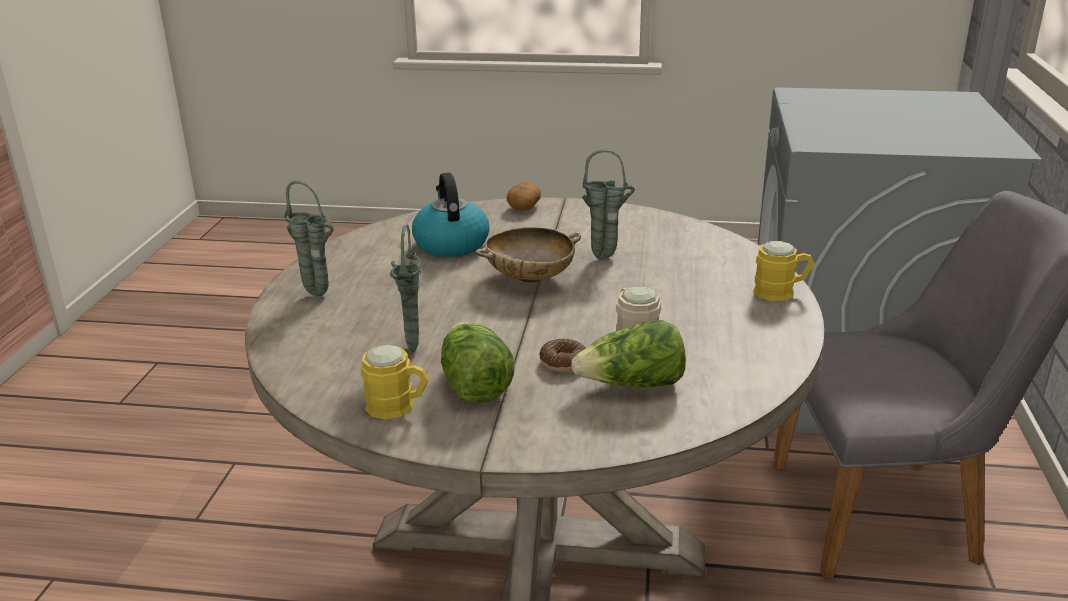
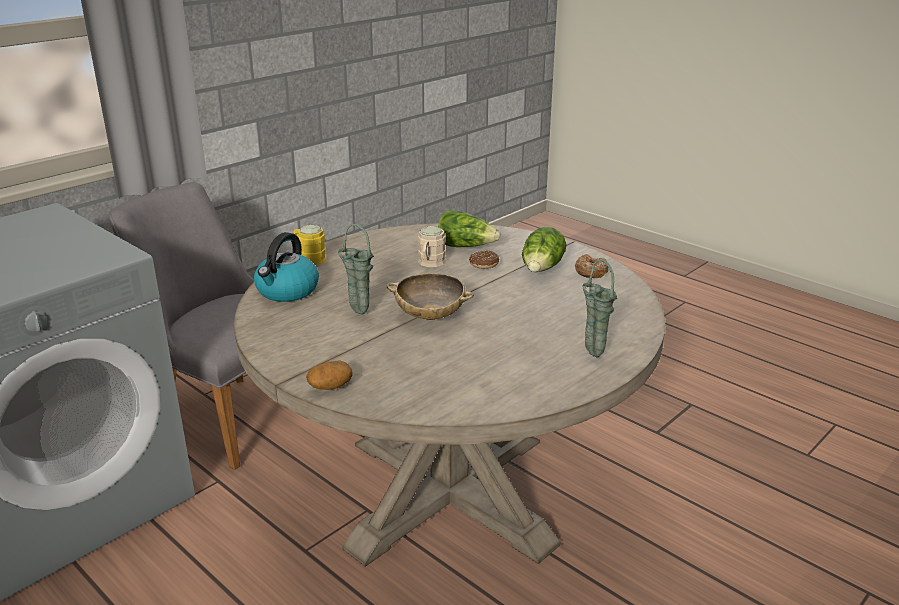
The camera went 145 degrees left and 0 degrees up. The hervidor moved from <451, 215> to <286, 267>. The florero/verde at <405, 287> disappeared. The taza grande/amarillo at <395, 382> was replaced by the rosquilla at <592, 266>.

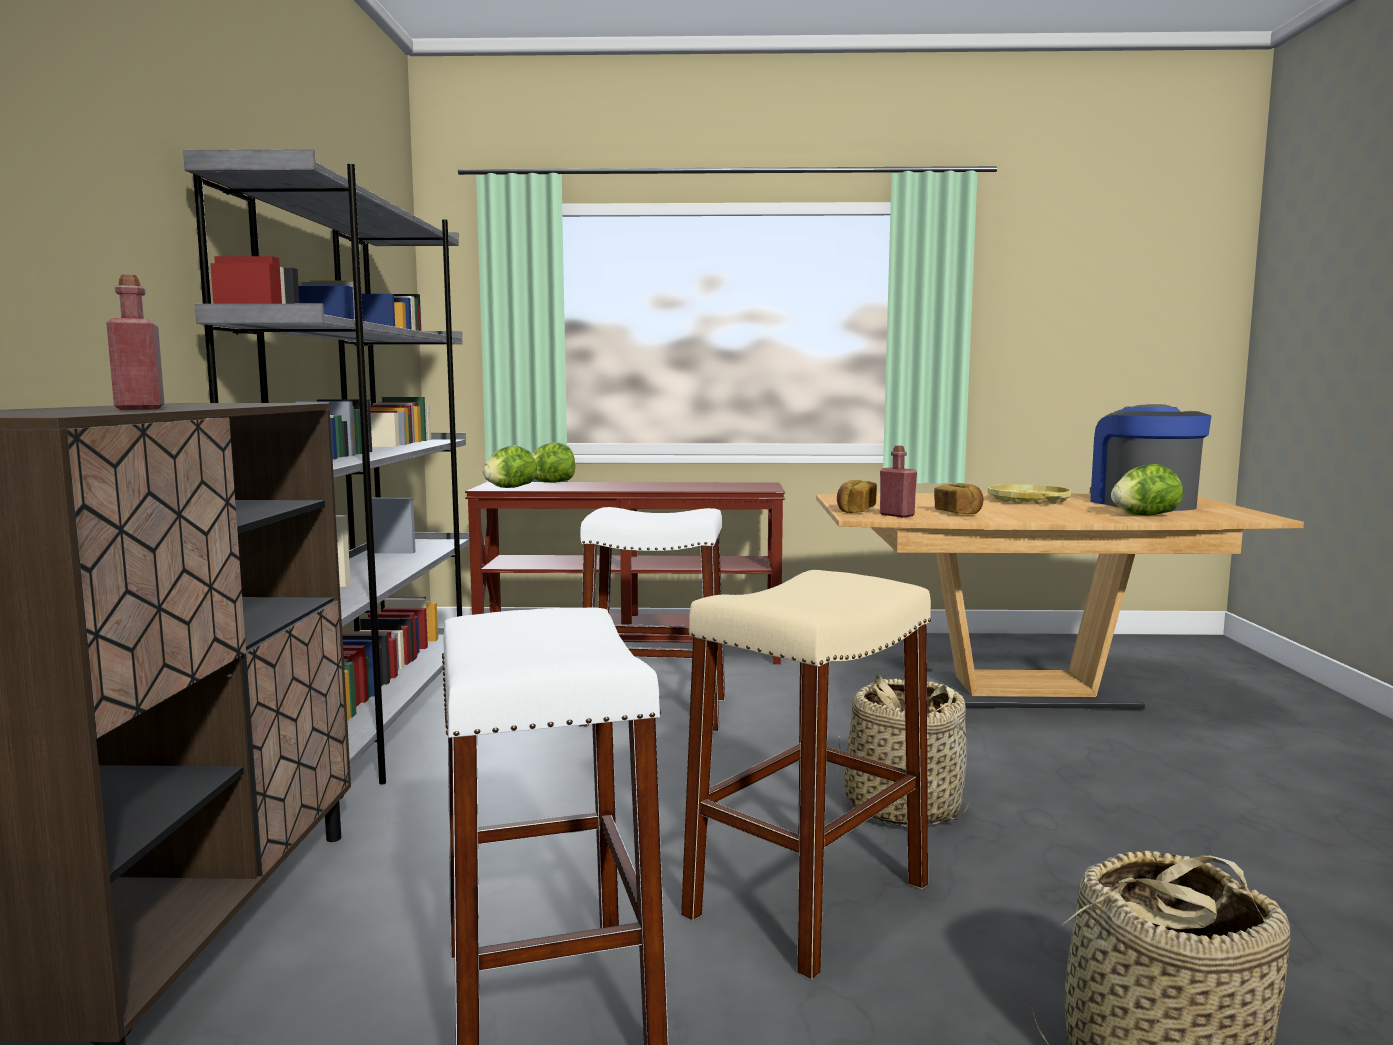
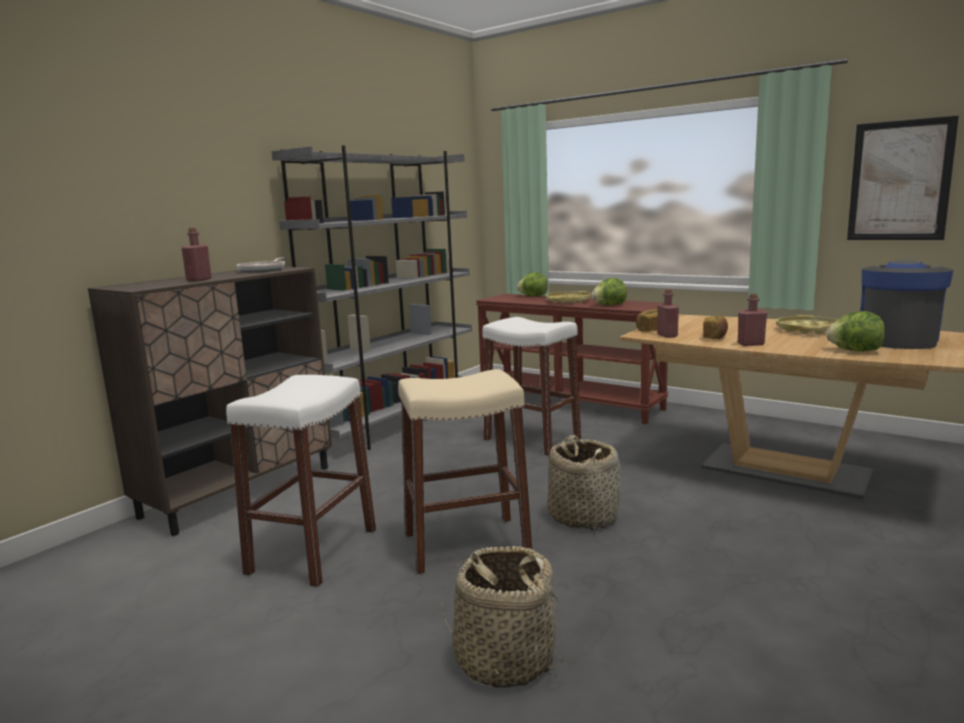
The camera went 35 degrees right and 5 degrees up. The lechuga moved from <510, 466> to <609, 291>. The cuadro at <903, 177> appeared. The sartén at <260, 265> appeared. The bandeja/amarillo at <568, 297> appeared. The botella/rojo at <752, 319> appeared.

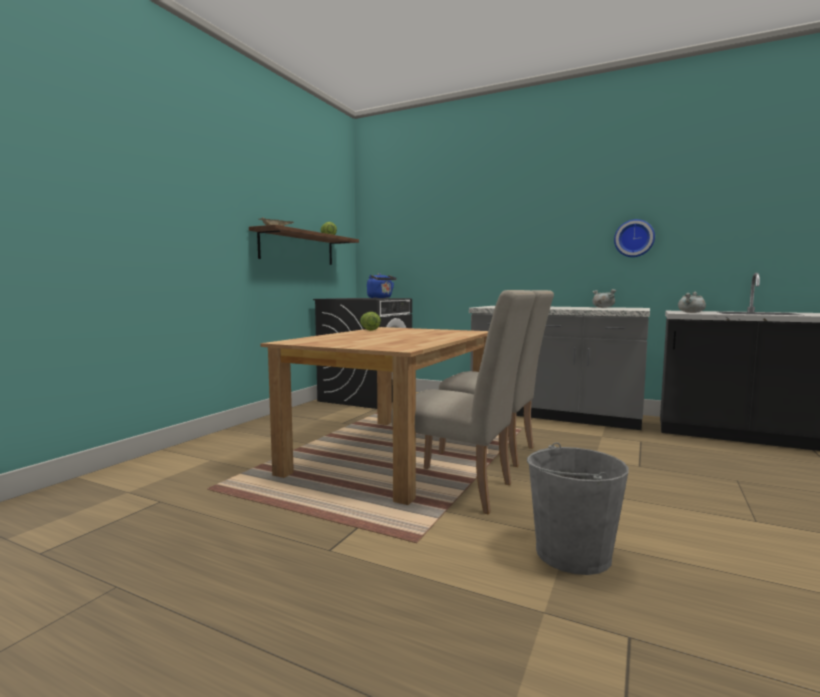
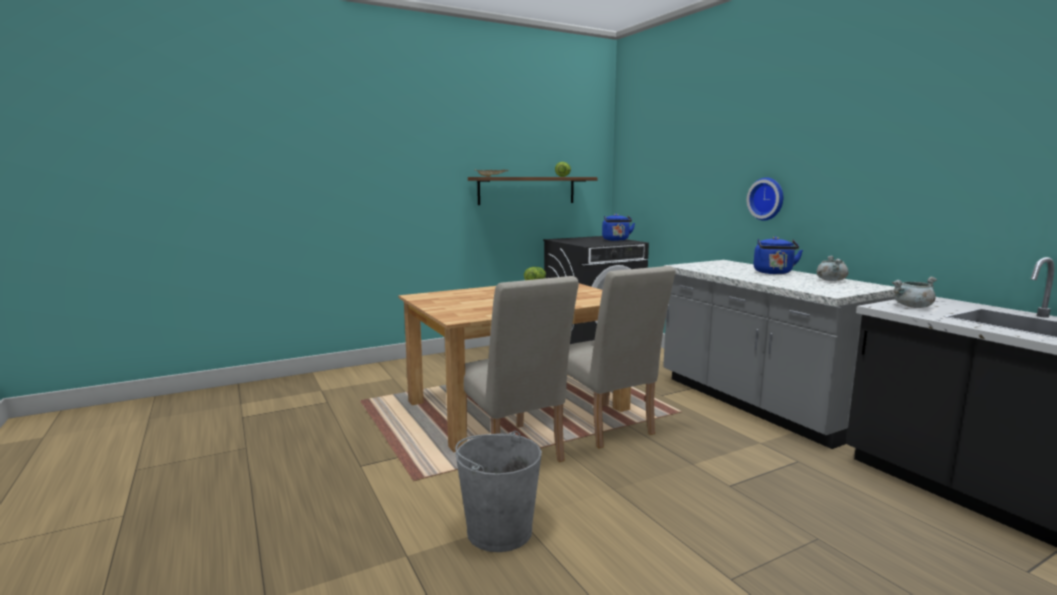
The camera went 35 degrees right and 5 degrees up. The reloj de pared moved from <634, 238> to <765, 199>. The hervidor/azul at <778, 255> appeared.

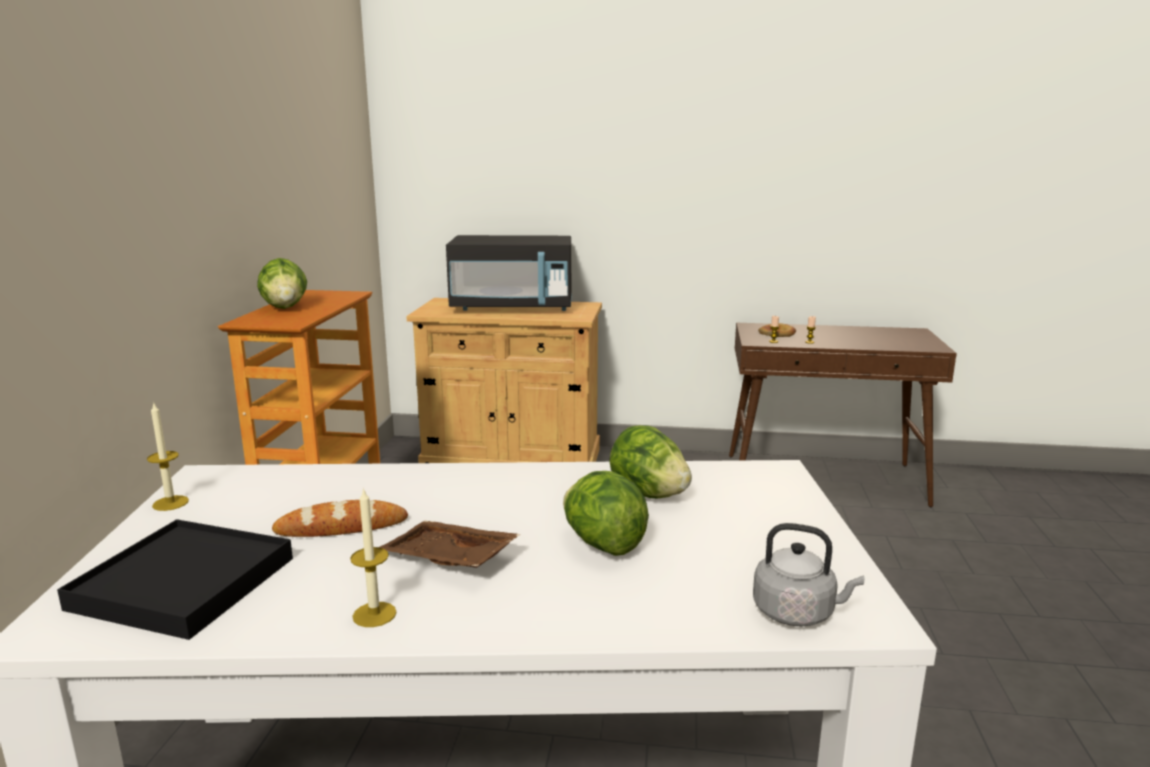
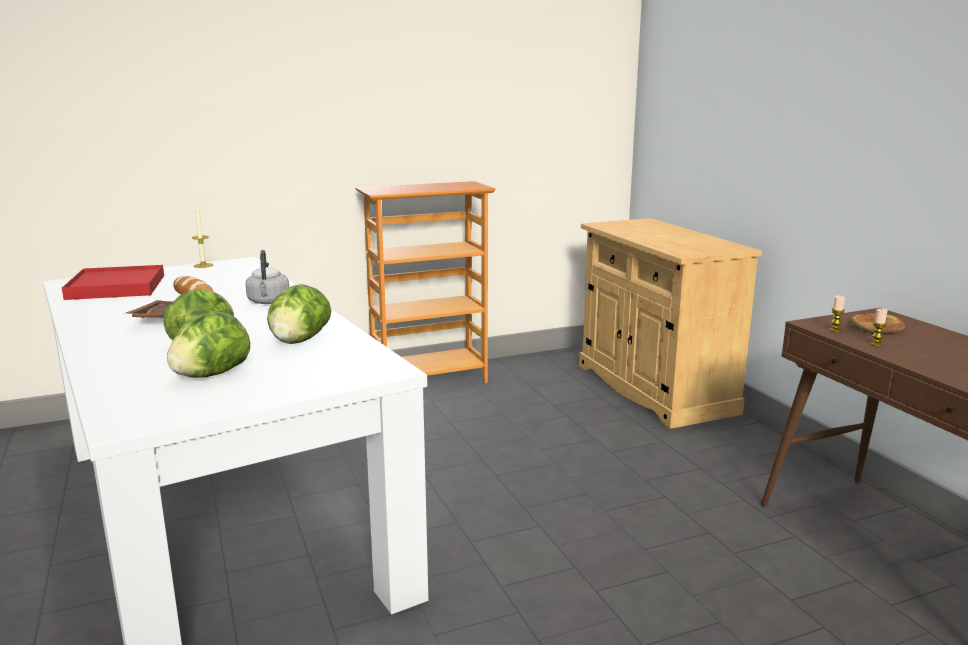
The camera went 60 degrees right and 0 degrees up. The microondas/negro at <509, 273> disappeared. The lechuga moved from <282, 283> to <208, 345>. The vela at <373, 557> disappeared. The bandeja/negro at <175, 579> became the bandeja/rojo at <113, 282>. The hervidor/gris moved from <808, 575> to <267, 277>.

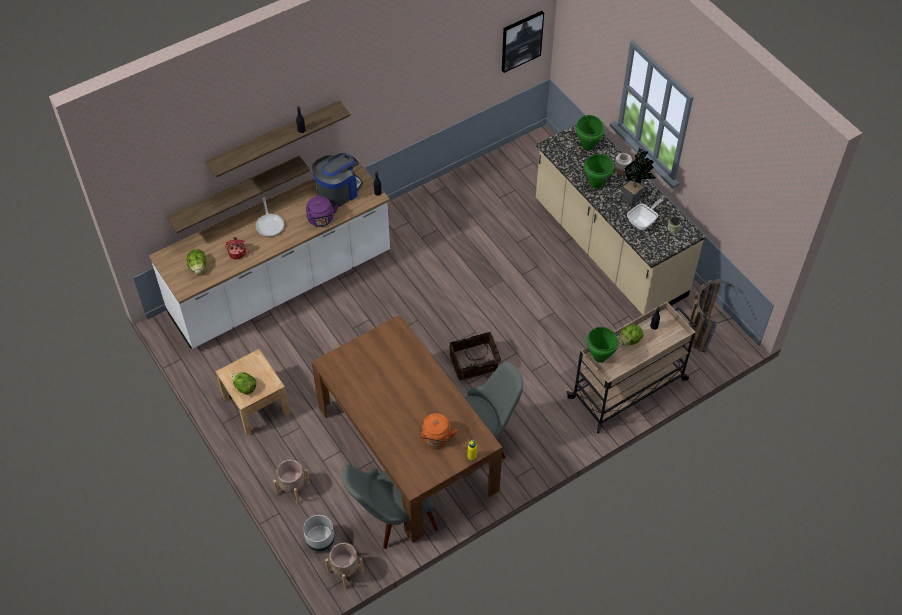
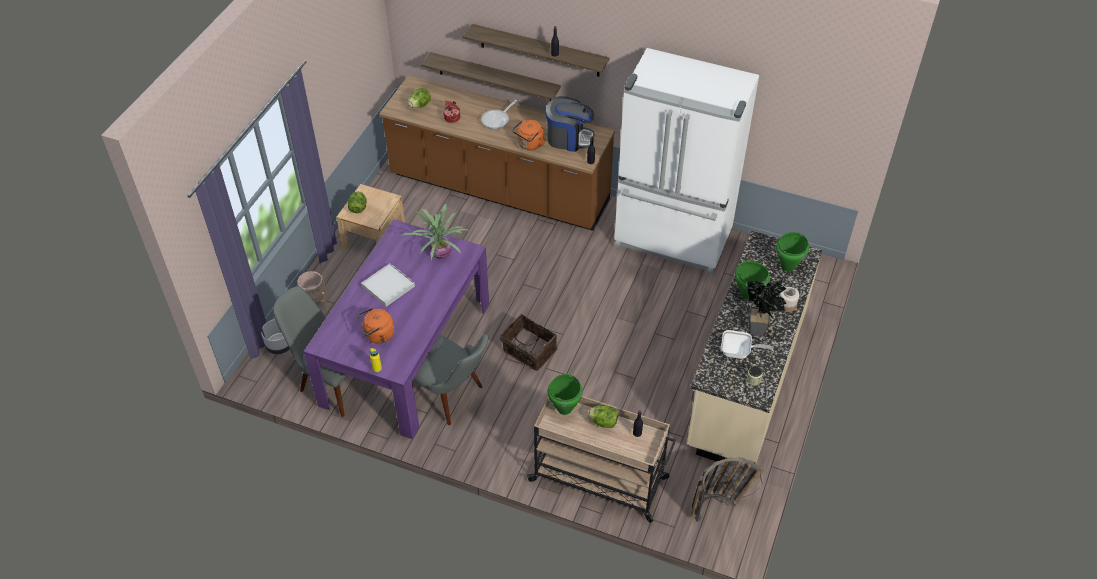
The camera went 55 degrees right and 5 degrees down. The cuadro at <523, 42> disappeared. The mueble bajo de cocina/blanco at <269, 253> became the mueble bajo de cocina/marrón at <497, 153>. The hervidor/morado at <322, 211> became the hervidor/naranja at <528, 135>. The mesa de comedor/marrón at <406, 429> became the mesa de comedor/morado at <396, 329>. The maceta/beis at <344, 565> disappeared. The nevera/blanco at <686, 161> appeared. The planta en maceta at <435, 232> appeared. The bandeja/blanco at <388, 285> appeared.

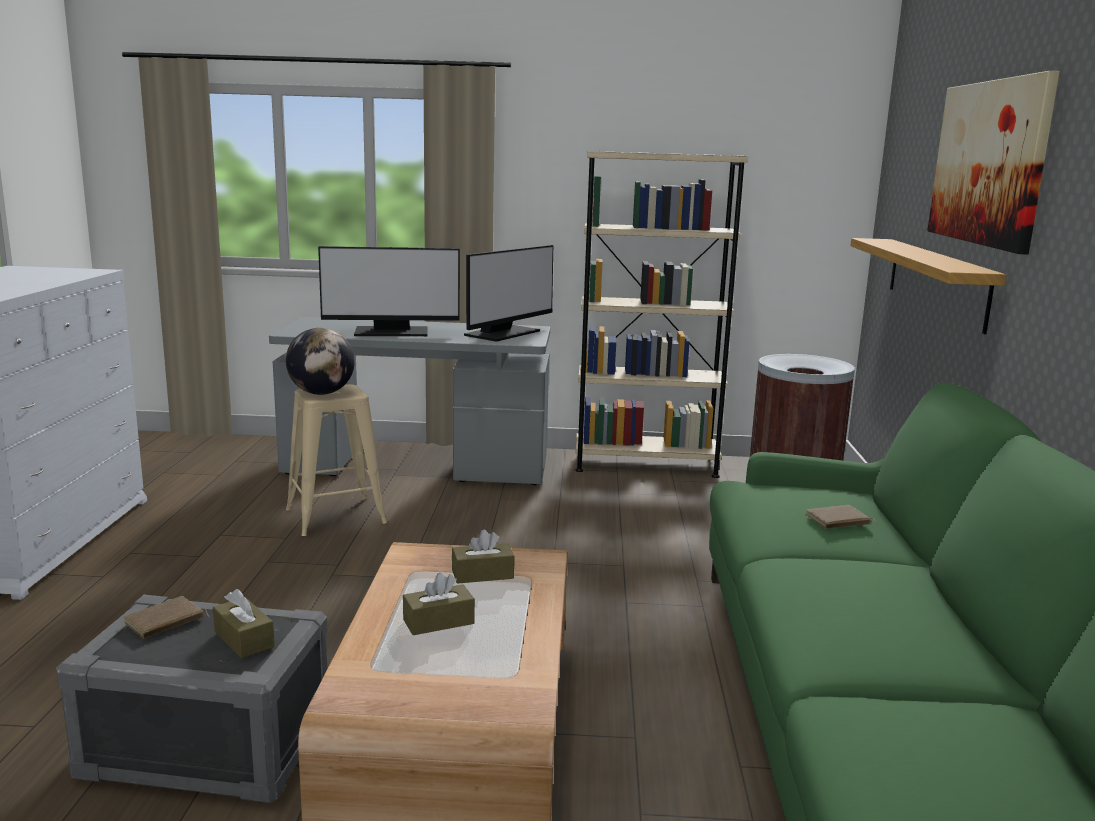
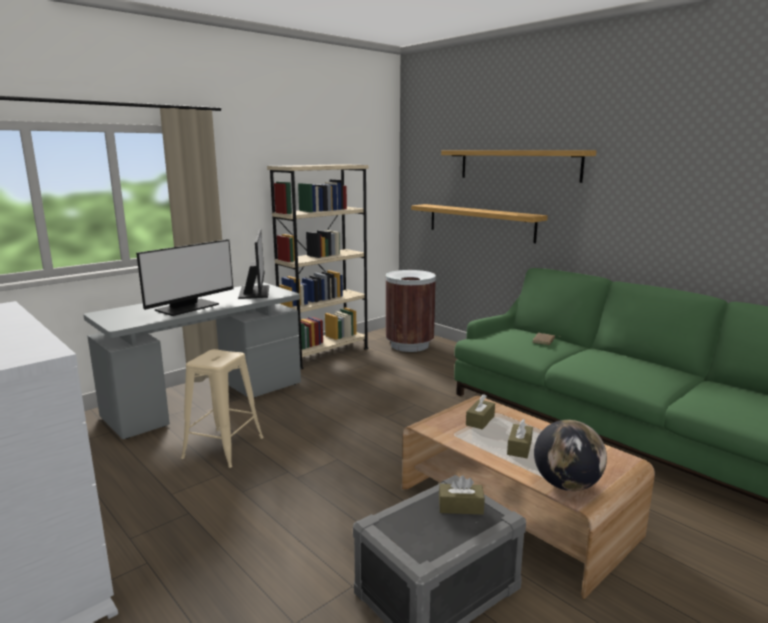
The camera went 45 degrees left and 0 degrees up. The cuadro at <993, 163> was replaced by the estante at <519, 166>. The globo terráqueo moved from <320, 361> to <570, 455>. The libro/marrón at <166, 617> disappeared.

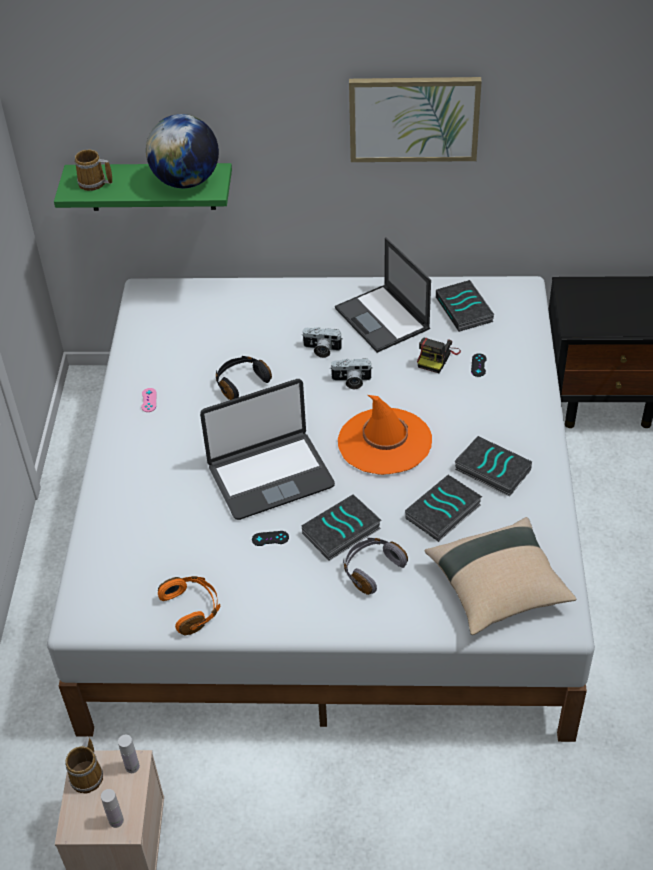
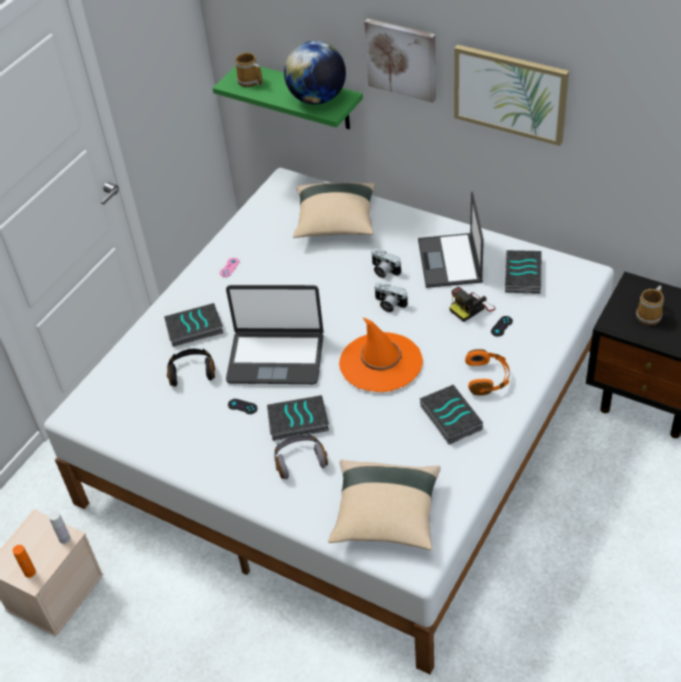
The camera went 30 degrees right and 0 degrees up. The auriculares/negro moved from <244, 378> to <191, 368>. The libro moved from <443, 508> to <193, 325>. The auriculares/naranja moved from <189, 606> to <487, 372>. The taza grande moved from <84, 764> to <650, 305>. The botella/blanco at <112, 808> became the botella/naranja at <24, 561>. The cuadro at <400, 61> appeared. The cojín/beis at <334, 210> appeared.

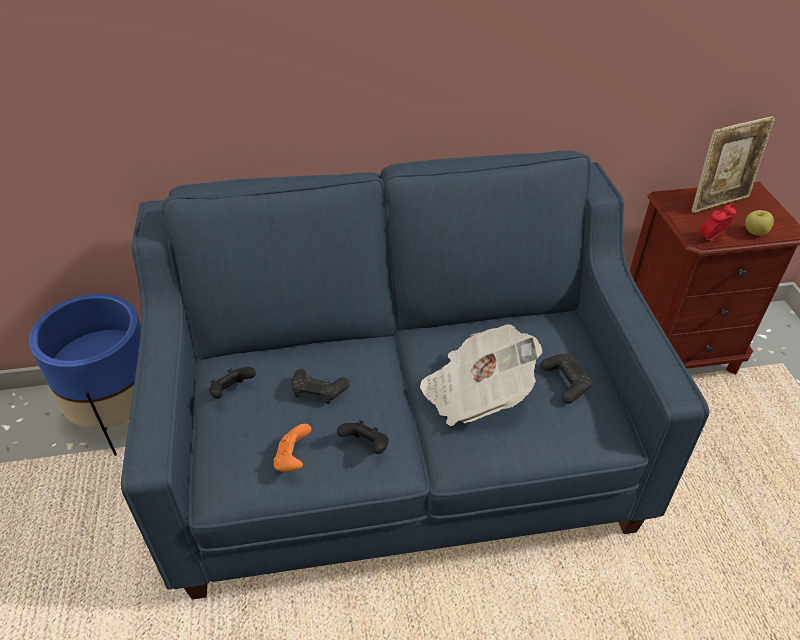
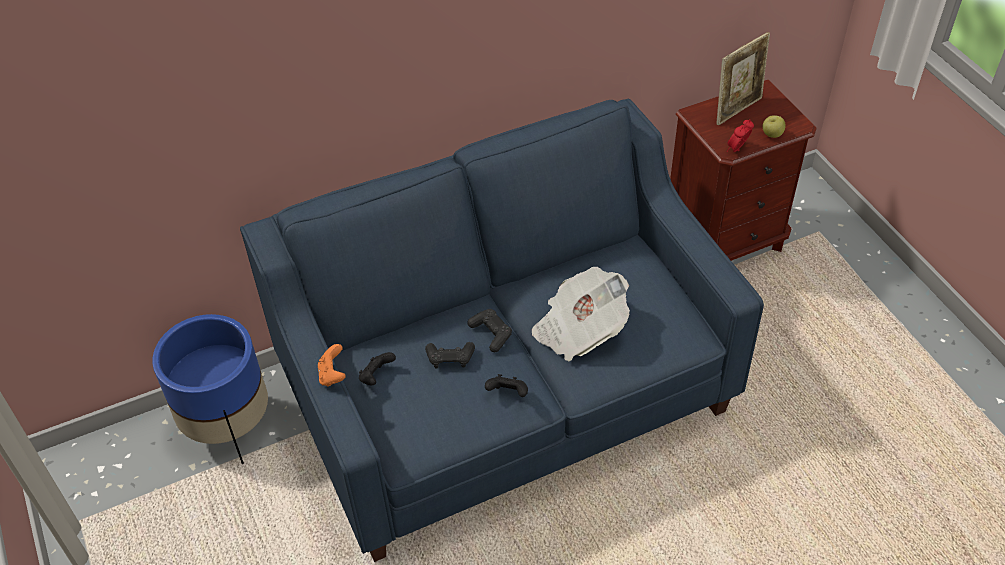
The camera went 15 degrees left and 5 degrees up. The mando de consola/negro moved from <566, 378> to <490, 330>. The mando de consola/naranja moved from <293, 448> to <332, 365>.

